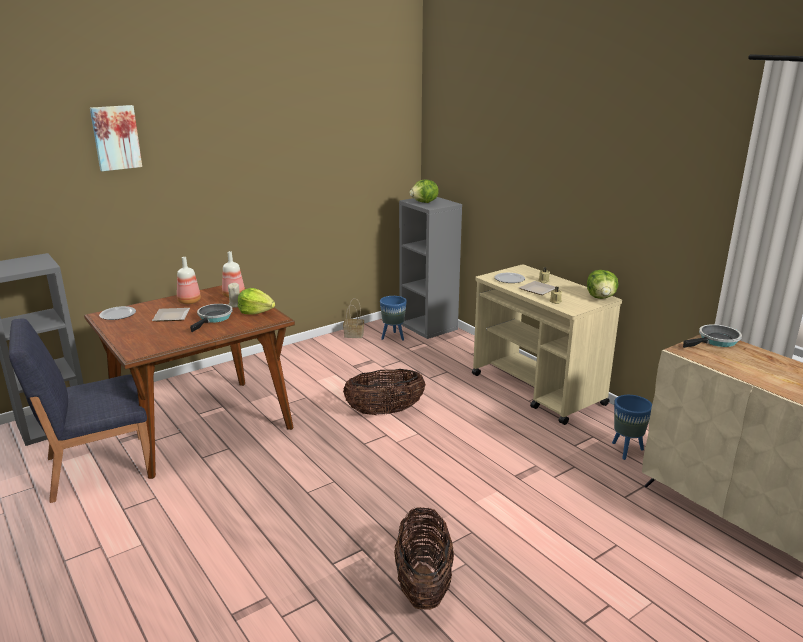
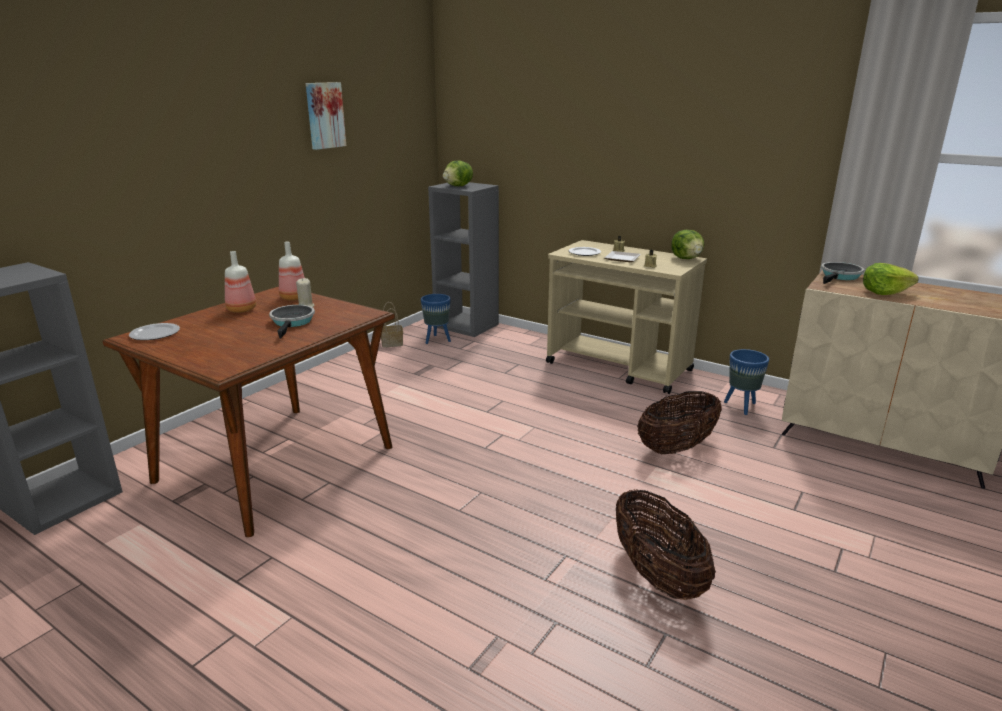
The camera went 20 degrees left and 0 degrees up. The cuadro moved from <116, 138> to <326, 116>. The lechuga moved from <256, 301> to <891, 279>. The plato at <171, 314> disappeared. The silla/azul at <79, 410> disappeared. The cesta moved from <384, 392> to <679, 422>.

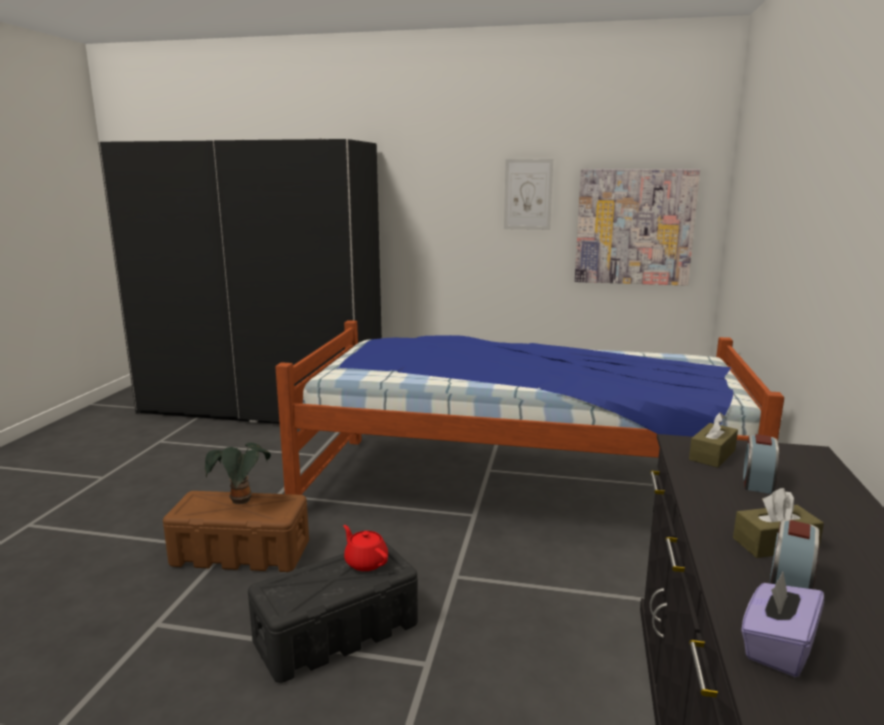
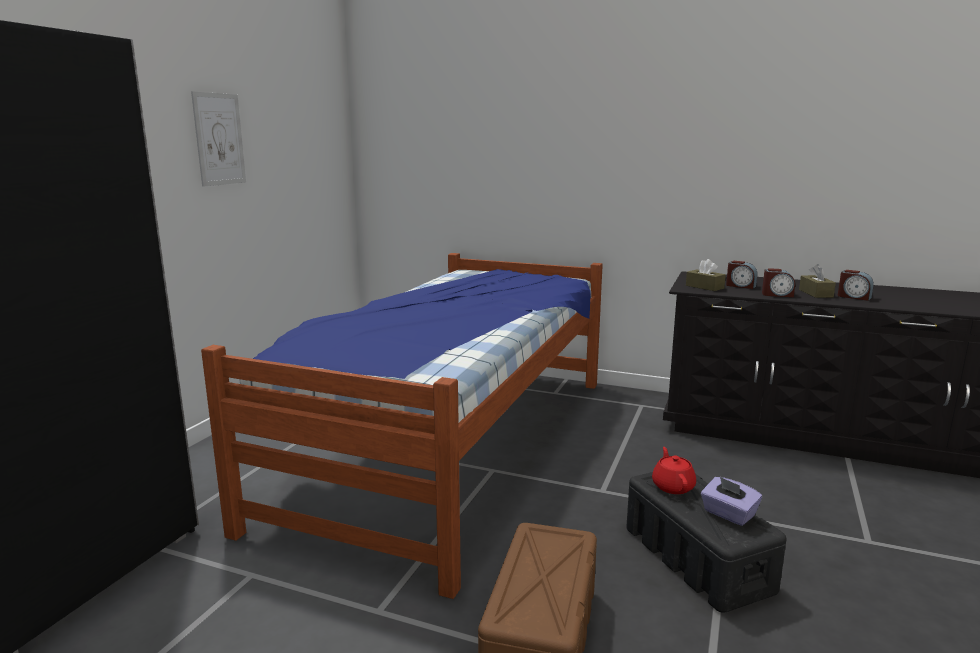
The camera went 80 degrees left and 0 degrees up. The cuadro at <637, 227> disappeared. The planta en maceta at <238, 473> disappeared. The tetera/rojo at <365, 548> turned 120 degrees clockwise. The caja de pañuelos/morado moved from <782, 624> to <731, 501>. The despertador at <778, 282> appeared.

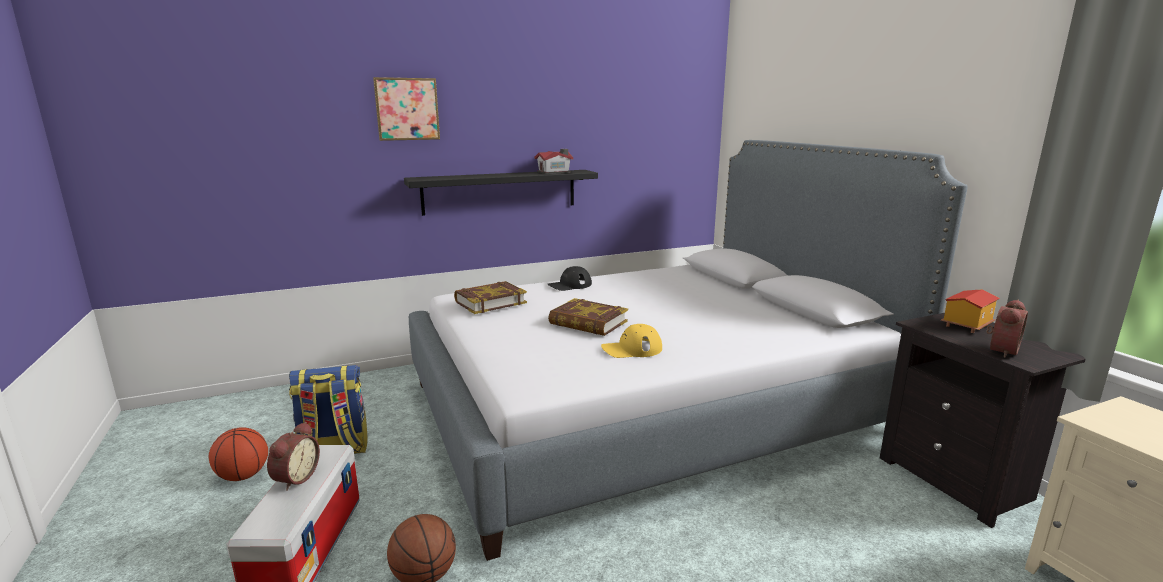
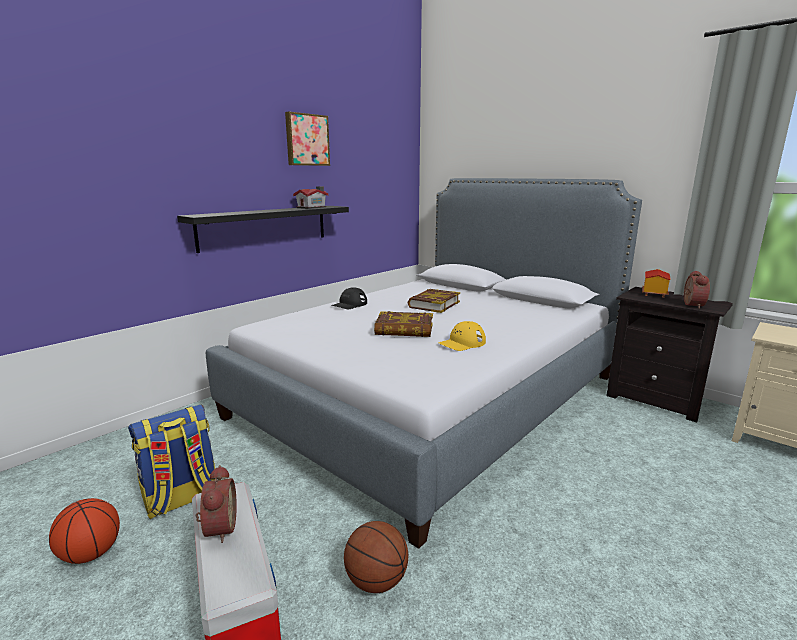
The camera went 25 degrees left and 0 degrees up. The cuadro moved from <406, 109> to <307, 139>. The libro moved from <490, 297> to <434, 301>.

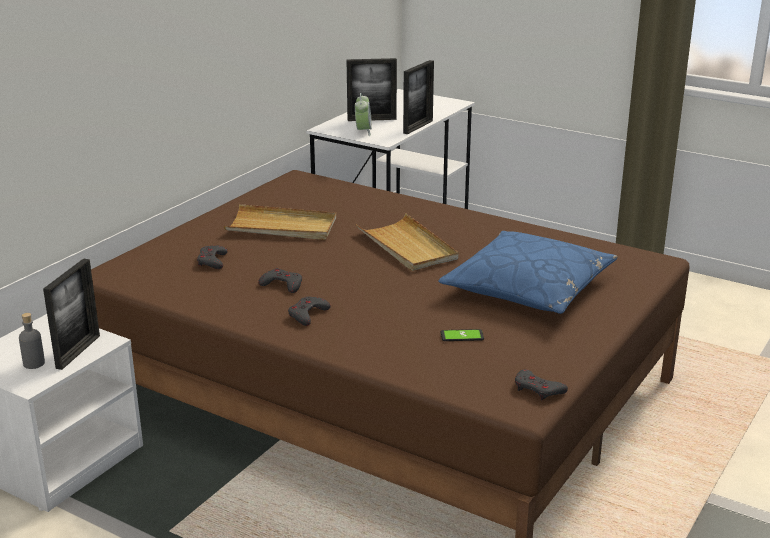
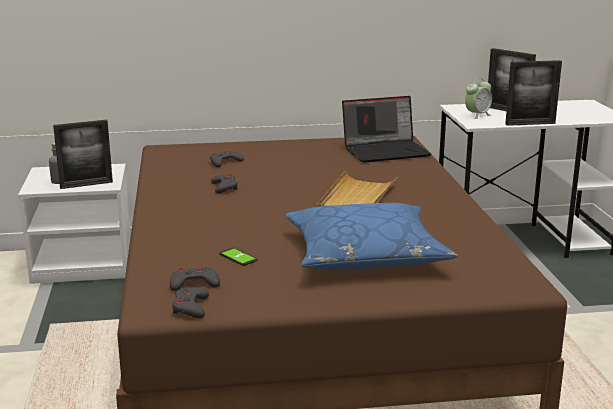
The camera went 50 degrees right and 5 degrees down. The bandeja/beis at <280, 222> disappeared. The mando de consola/gris moved from <309, 311> to <195, 279>. The portátil at <386, 129> appeared.

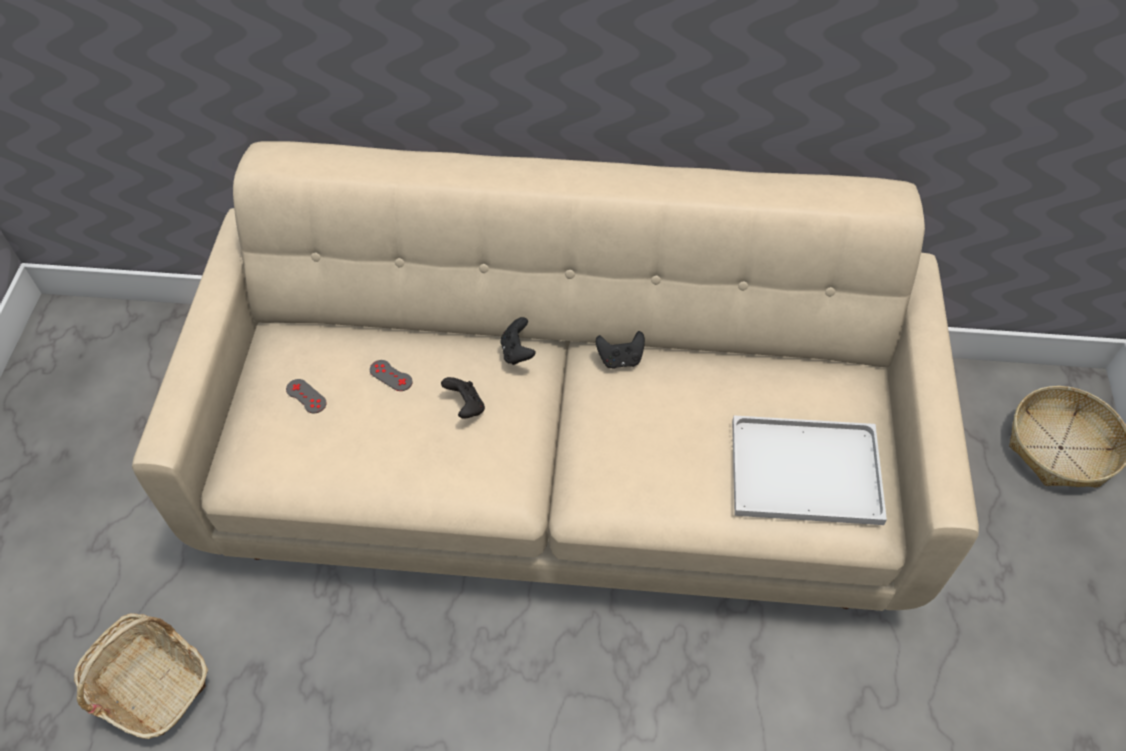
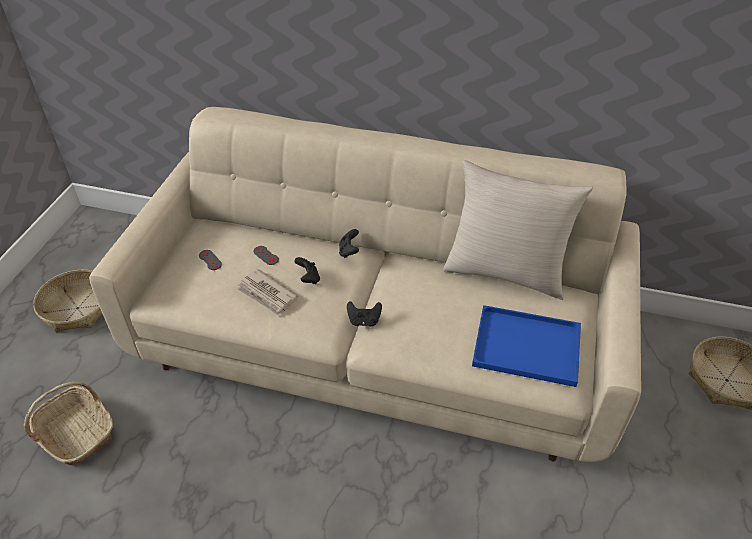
The camera went 10 degrees right and 10 degrees down. The mando de consola/negro moved from <620, 350> to <364, 314>. The bandeja/blanco at <809, 470> became the bandeja/azul at <526, 346>. The cojín/beis at <518, 230> appeared. The periódico at <267, 293> appeared. The cesta at <67, 301> appeared.

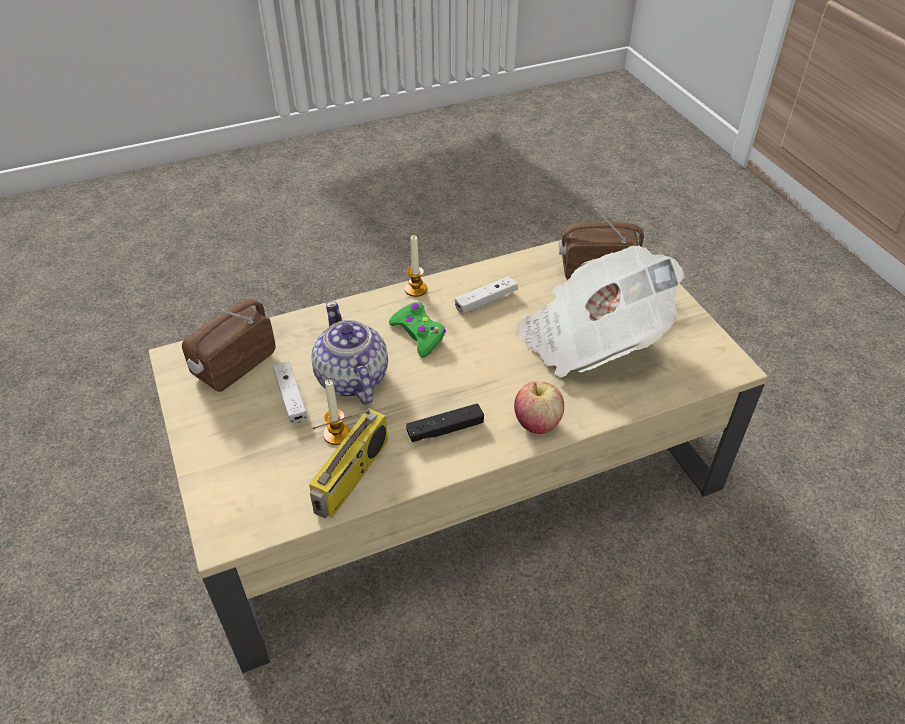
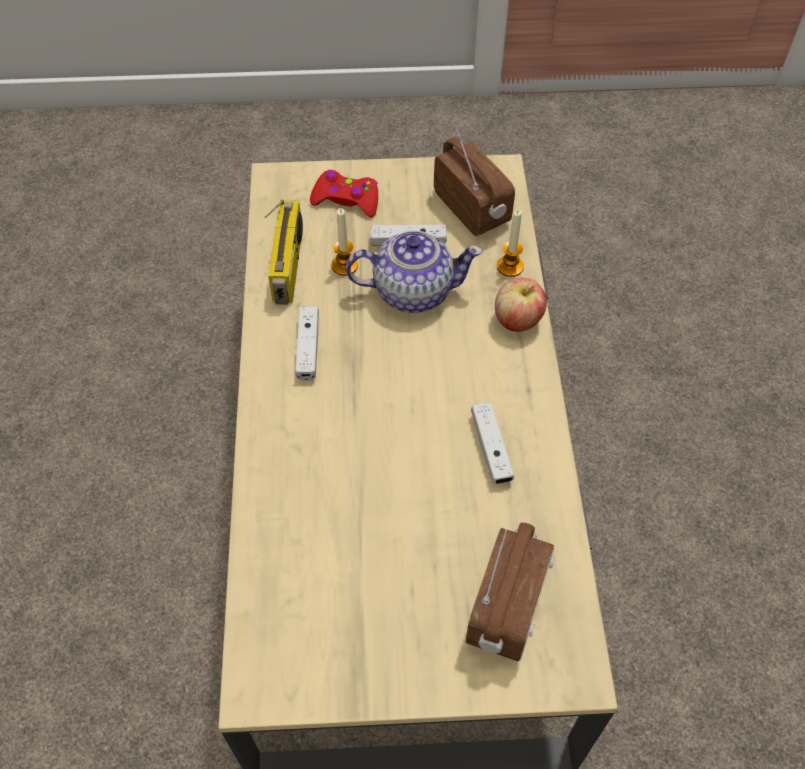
The camera went 110 degrees right and 10 degrees up. The vela moved from <416, 266> to <510, 243>. The periódico at <600, 312> disappeared. The mando de consola/verde at <417, 330> disappeared. The manzana moved from <539, 407> to <521, 304>. The mando de consola/negro at <445, 423> became the mando de consola/blanco at <307, 343>. The radio at <348, 463> turned 135 degrees counterclockwise. The mando de consola/rojo at <344, 193> appeared.

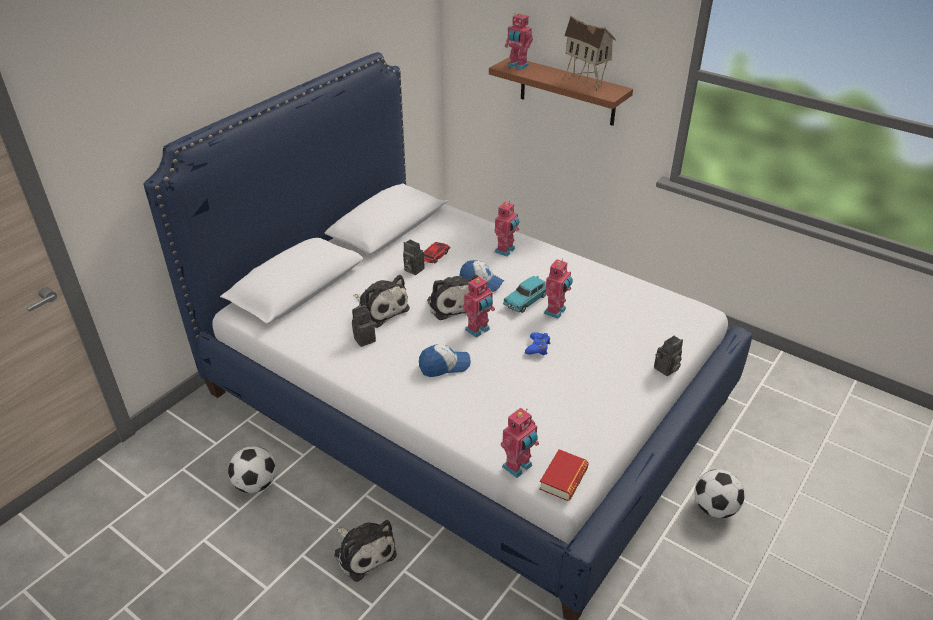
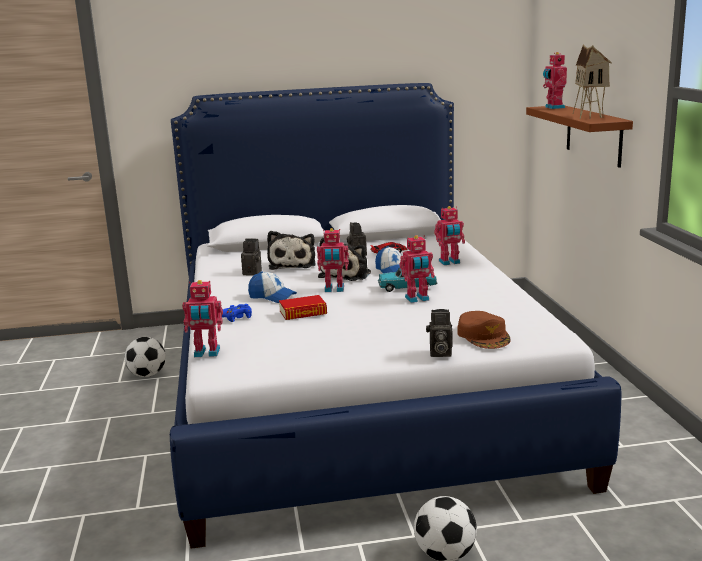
The camera went 45 degrees right and 20 degrees down. The mando de consola/azul moved from <537, 343> to <237, 313>. The libro moved from <564, 475> to <303, 307>. The peluche at <365, 551> disappeared. The gorra/marrón at <484, 330> appeared.

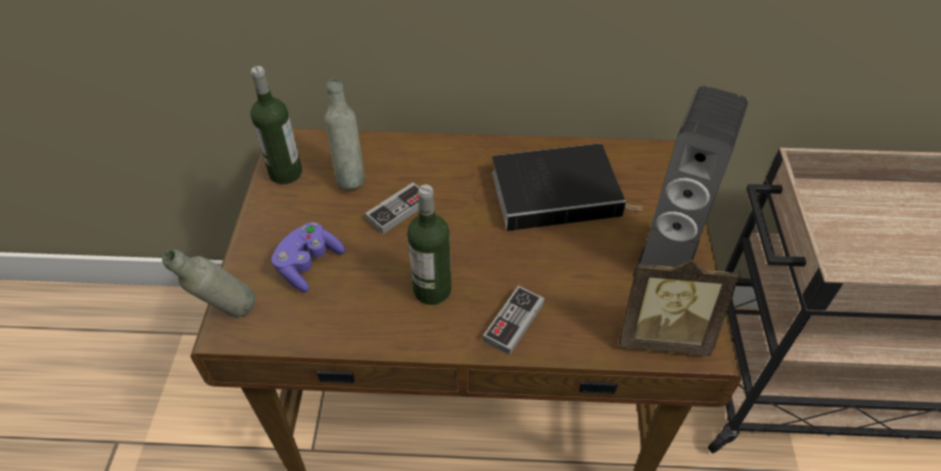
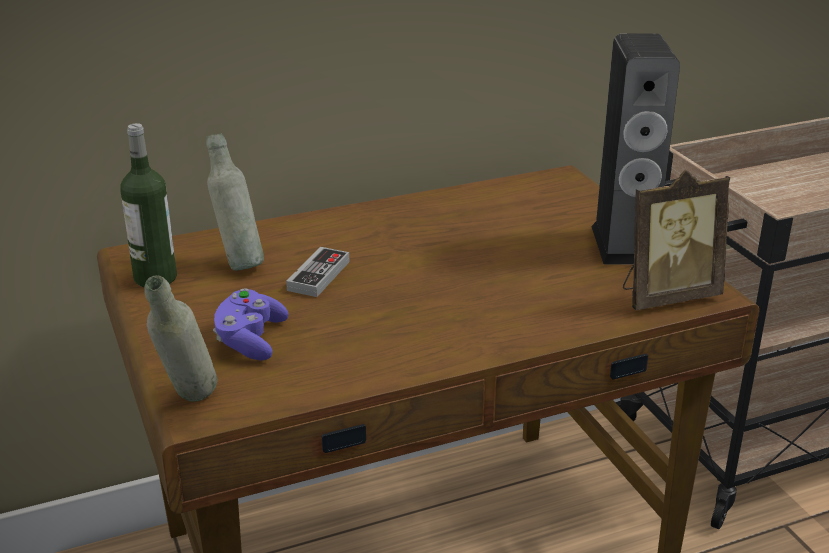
The camera went 25 degrees left and 20 degrees down. The libro at <567, 187> disappeared. The botella at <429, 245> disappeared. The mando de consola at <514, 320> disappeared.

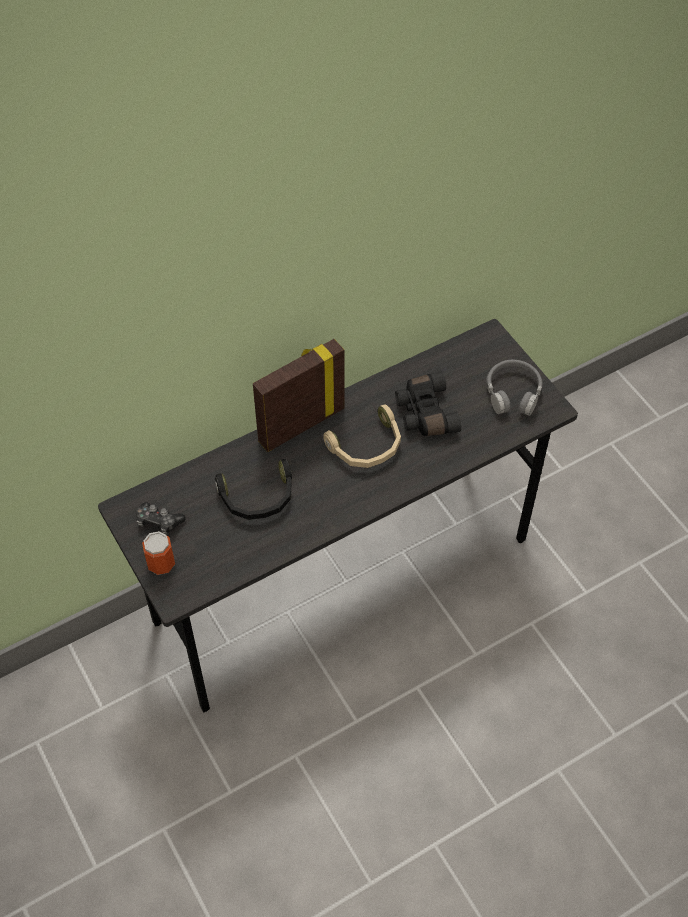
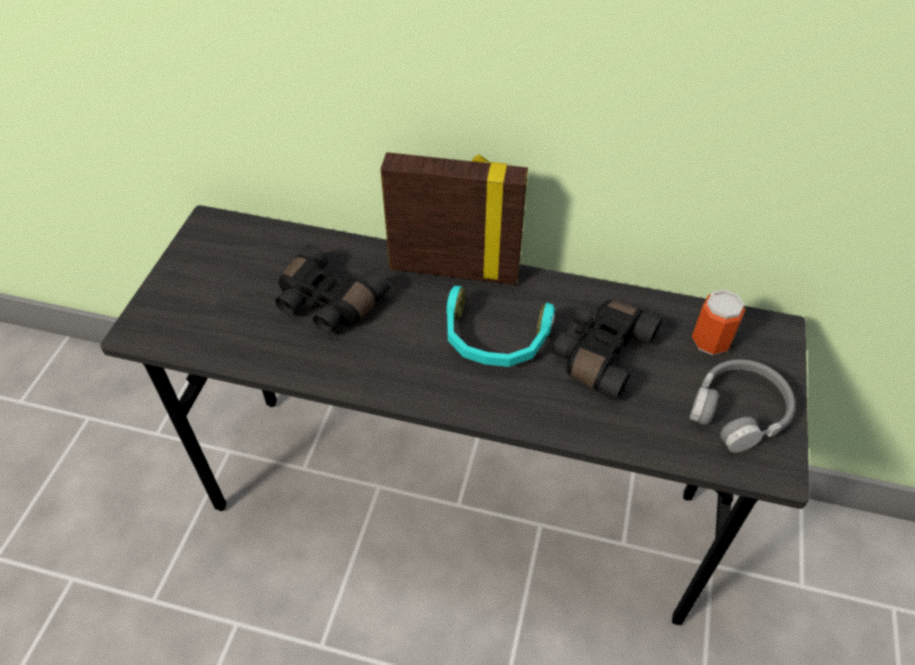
The camera went 45 degrees right and 5 degrees down. The auriculares/beis at <362, 436> became the auriculares/turquesa at <500, 326>. The auriculares/negro at <253, 489> was replaced by the prismáticos/negro at <332, 288>. The mando de consola at <160, 518> disappeared. The lata moved from <158, 553> to <718, 322>.

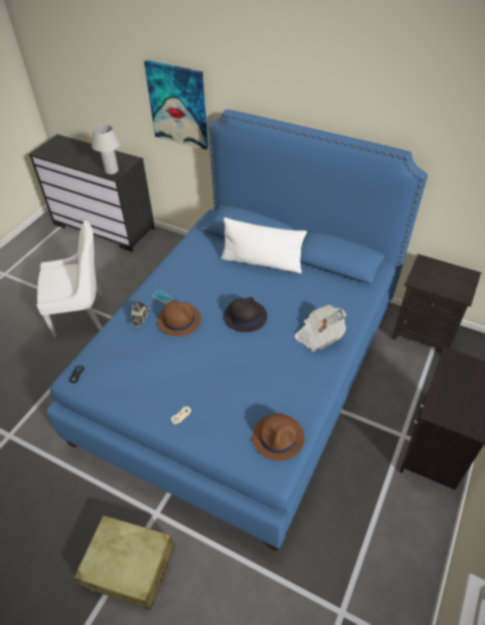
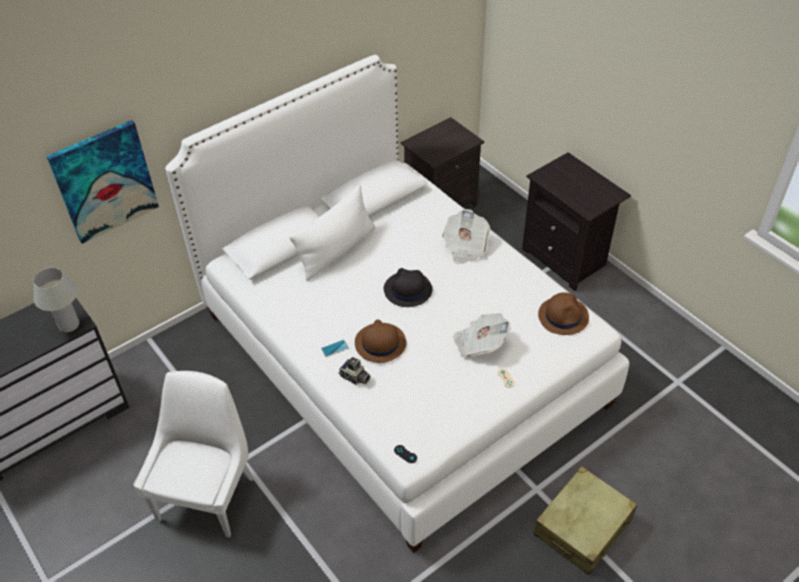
The camera went 65 degrees left and 0 degrees up. The cama/azul at <237, 330> became the cama/blanco at <397, 304>. The periódico at <482, 335> appeared.

